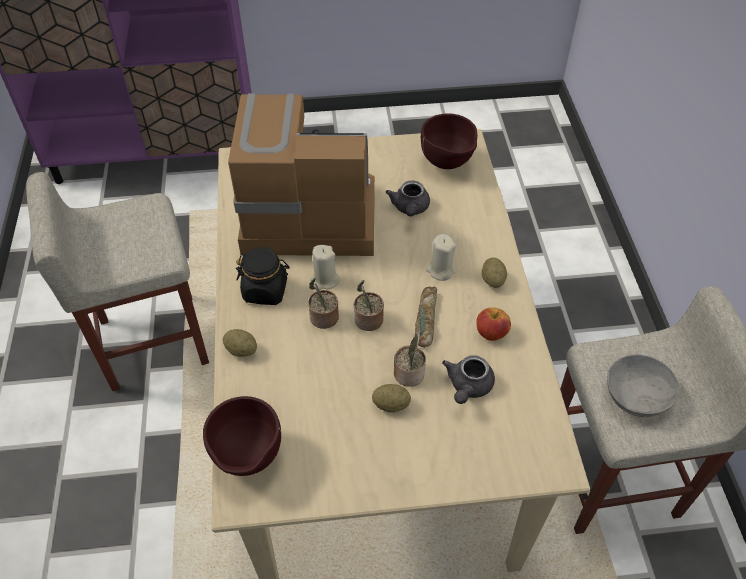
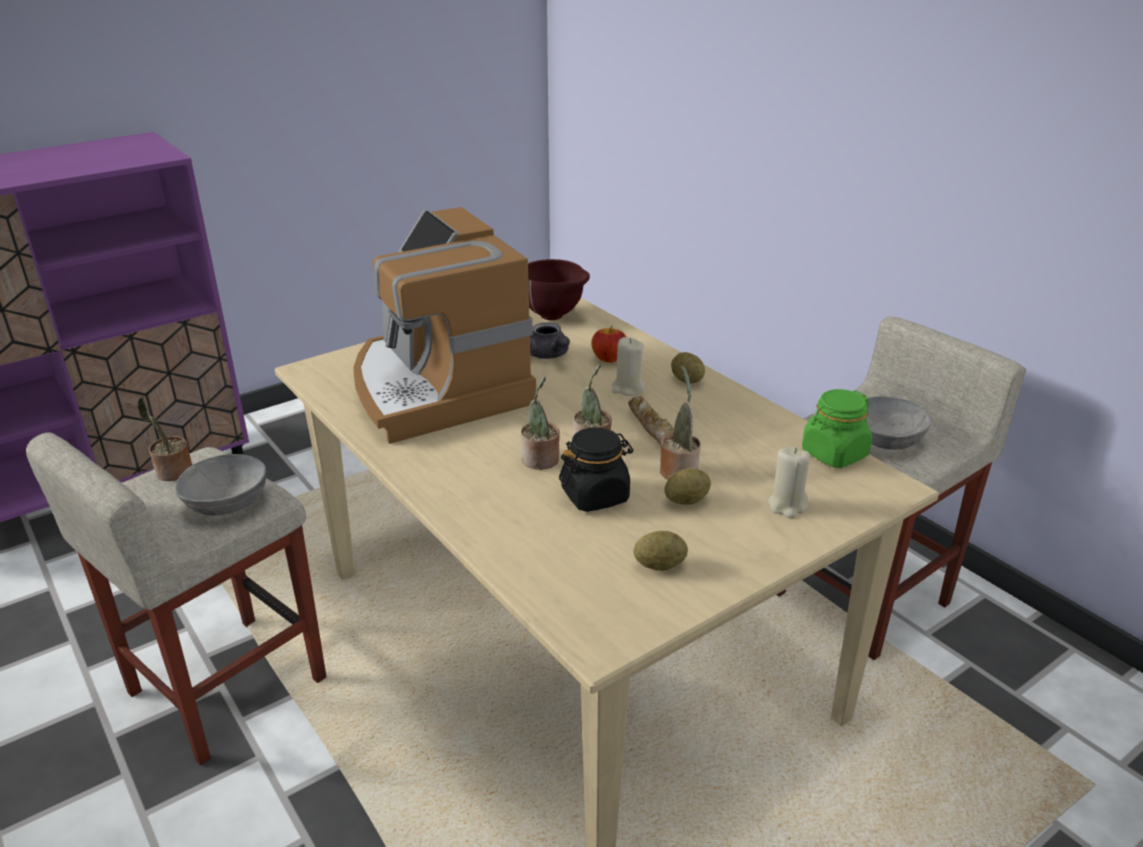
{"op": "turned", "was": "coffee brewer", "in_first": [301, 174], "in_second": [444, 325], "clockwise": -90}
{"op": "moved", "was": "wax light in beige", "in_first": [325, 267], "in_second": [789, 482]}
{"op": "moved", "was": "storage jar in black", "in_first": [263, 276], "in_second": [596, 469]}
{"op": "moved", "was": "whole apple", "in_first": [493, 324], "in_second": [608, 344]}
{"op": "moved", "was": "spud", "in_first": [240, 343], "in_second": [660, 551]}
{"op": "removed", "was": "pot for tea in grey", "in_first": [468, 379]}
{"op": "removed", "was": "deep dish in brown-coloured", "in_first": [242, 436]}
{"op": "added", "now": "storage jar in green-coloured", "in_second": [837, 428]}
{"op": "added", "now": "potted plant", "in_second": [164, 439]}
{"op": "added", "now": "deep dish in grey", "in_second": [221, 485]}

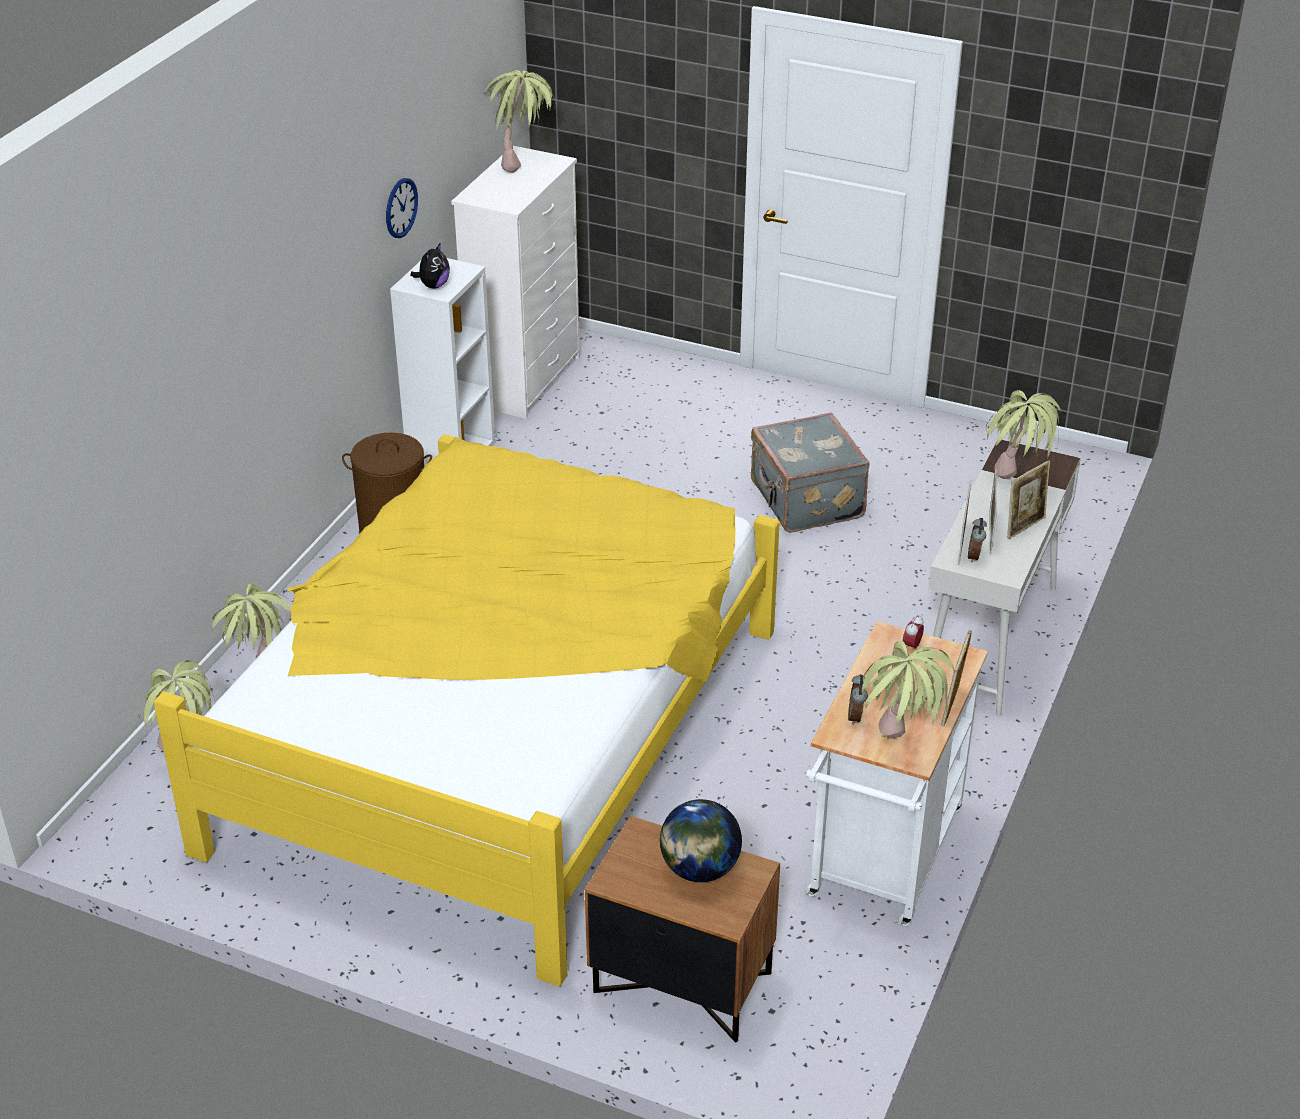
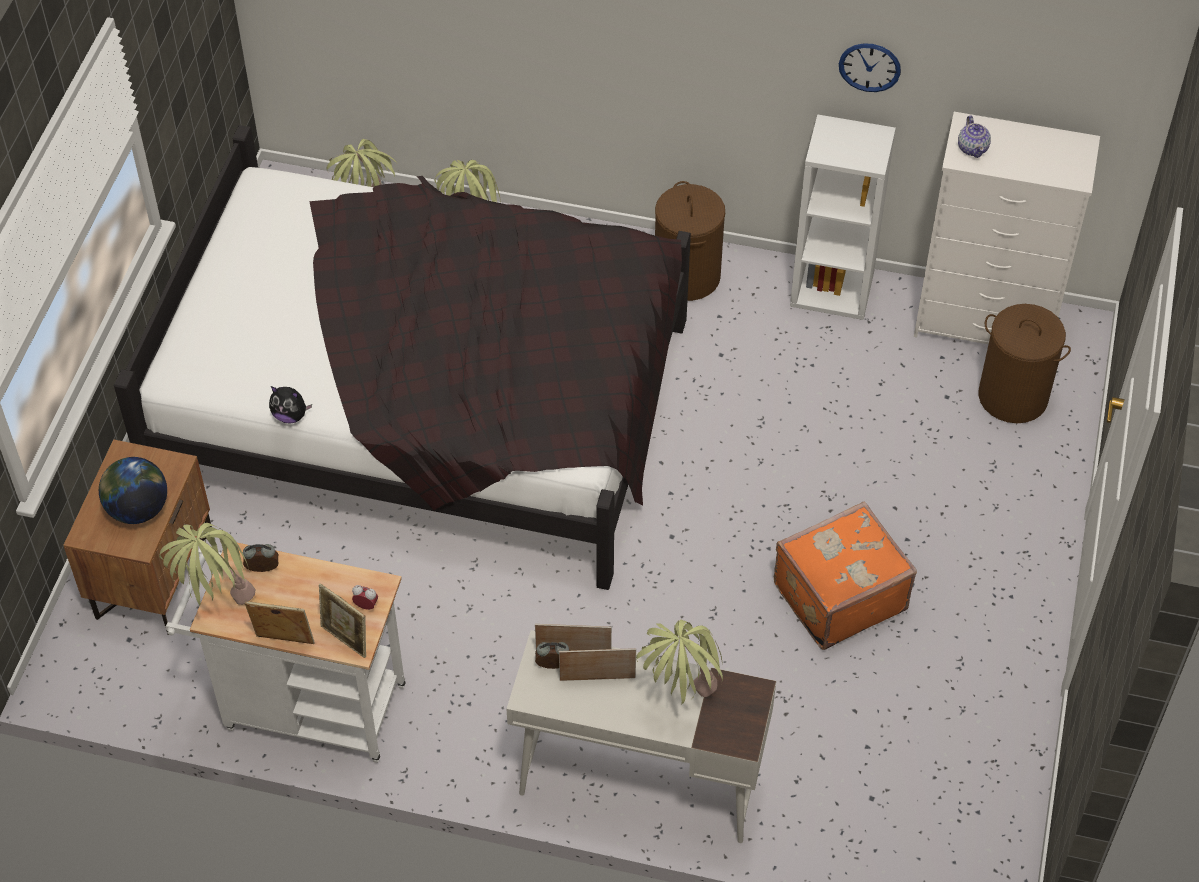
{"op": "removed", "was": "potted plant", "in_first": [519, 121]}
{"op": "moved", "was": "soft toy", "in_first": [430, 265], "in_second": [290, 405]}
{"op": "recoloured", "was": "suitcase in grey", "now": "suitcase in orangey", "in_first": [810, 473], "in_second": [845, 575]}
{"op": "recoloured", "was": "sleeping bed in yellowish", "now": "sleeping bed in black", "in_first": [466, 710], "in_second": [402, 357]}
{"op": "moved", "was": "picture frame", "in_first": [1028, 499], "in_second": [342, 620]}
{"op": "added", "now": "pot for tea", "in_second": [974, 136]}
{"op": "added", "now": "hamper in brown-coloured", "in_second": [1024, 363]}

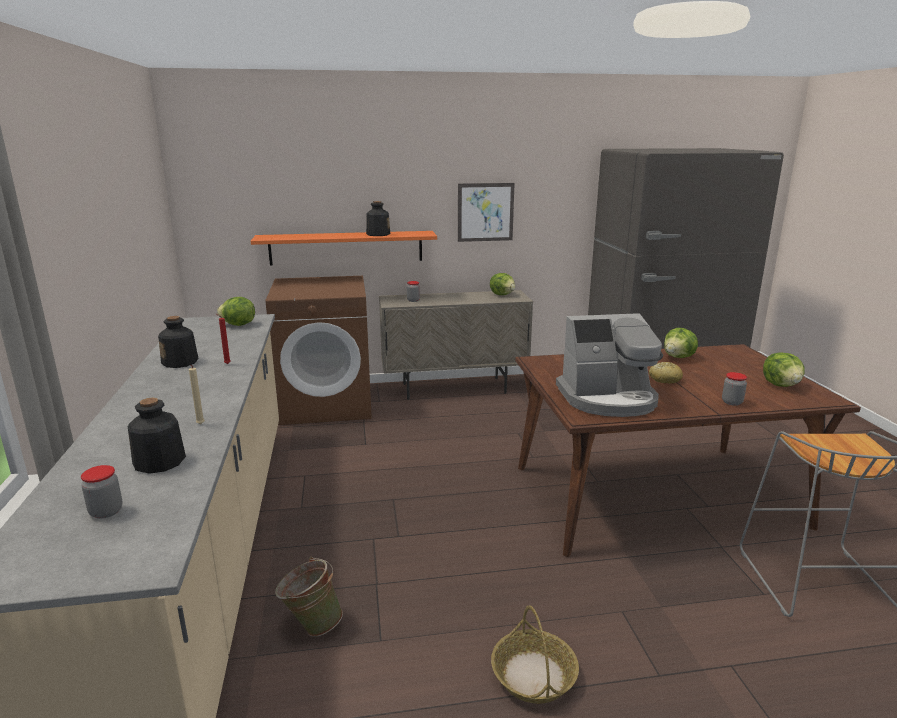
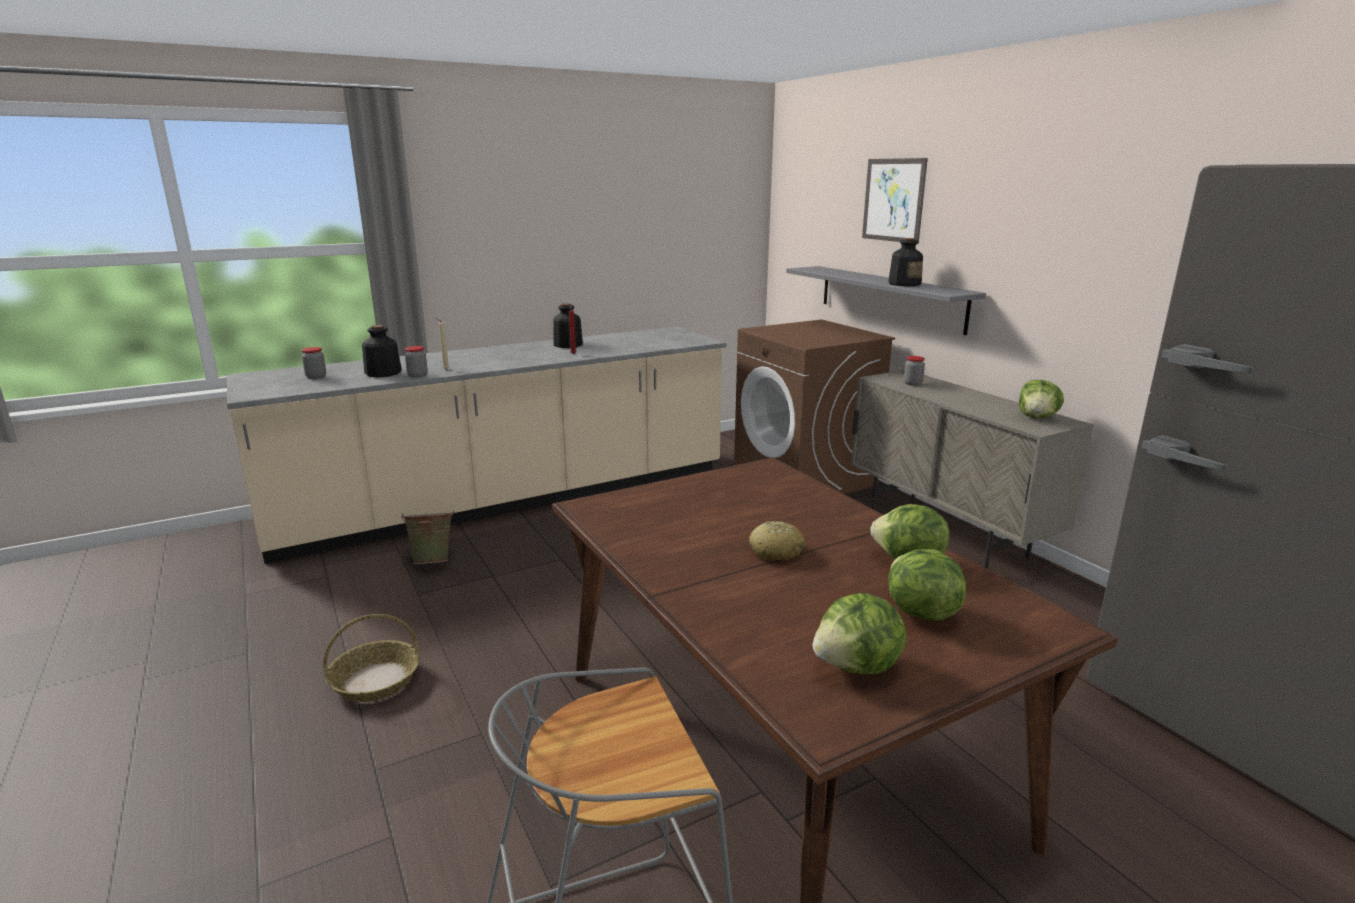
{"op": "moved", "was": "wall art", "in_first": [486, 212], "in_second": [895, 201]}
{"op": "recoloured", "was": "shelf in orangey", "now": "shelf in grey", "in_first": [344, 248], "in_second": [886, 300]}
{"op": "moved", "was": "lettuce", "in_first": [236, 311], "in_second": [927, 585]}
{"op": "removed", "was": "coffee brewer", "in_first": [609, 365]}
{"op": "moved", "was": "storage jar", "in_first": [734, 389], "in_second": [416, 362]}

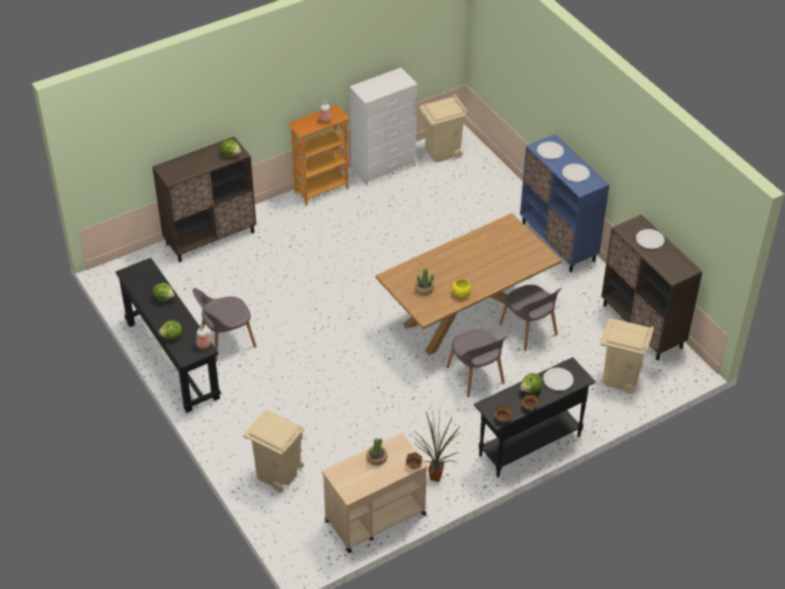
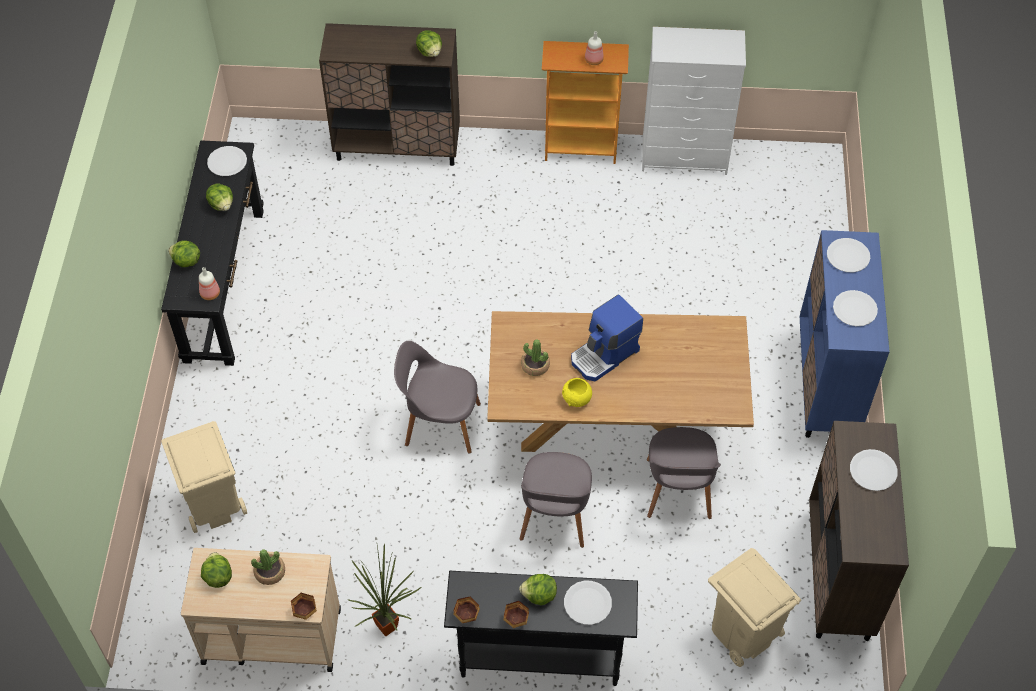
{"op": "removed", "was": "waste bin in beige", "in_first": [443, 128]}
{"op": "moved", "was": "upright chair in grey", "in_first": [224, 325], "in_second": [437, 397]}
{"op": "added", "now": "plate in white", "in_second": [227, 161]}
{"op": "added", "now": "coffee brewer", "in_second": [607, 337]}
{"op": "added", "now": "lettuce", "in_second": [216, 570]}

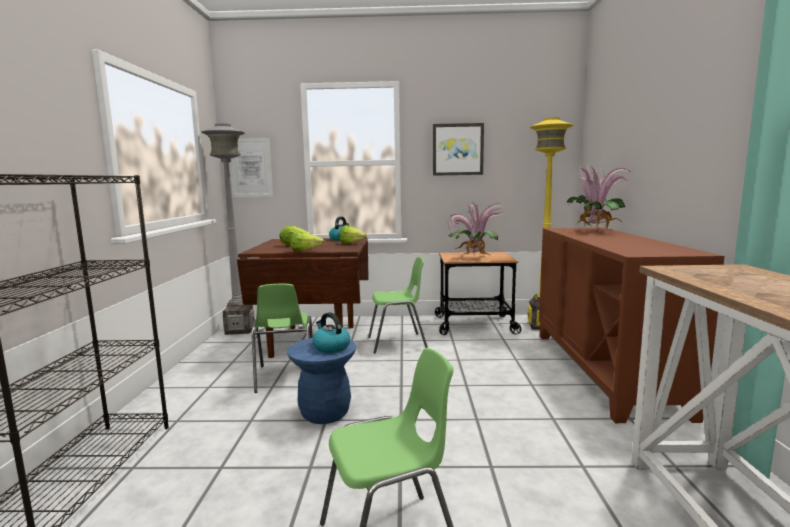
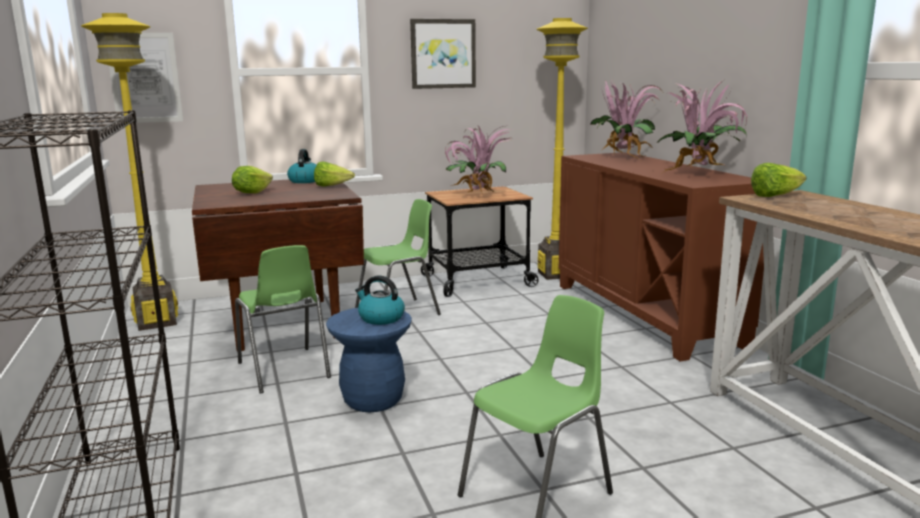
{"op": "recoloured", "was": "standing lamp in grey", "now": "standing lamp in yellowish", "in_first": [228, 229], "in_second": [129, 172]}
{"op": "moved", "was": "lettuce", "in_first": [307, 241], "in_second": [778, 180]}
{"op": "added", "now": "potted plant", "in_second": [702, 126]}

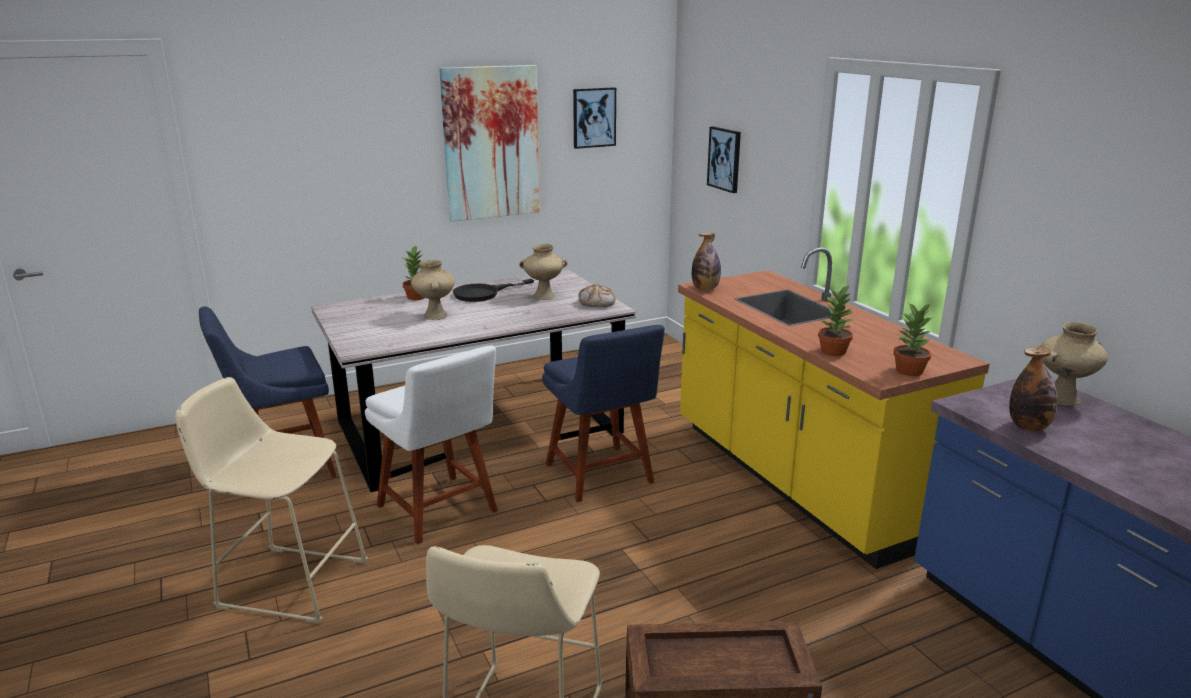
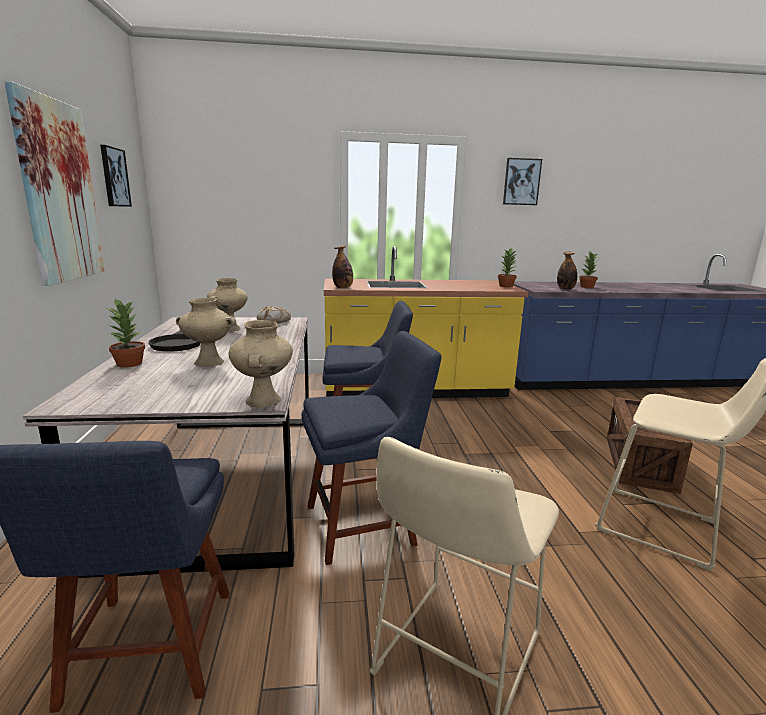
{"op": "moved", "was": "wall art", "in_first": [724, 159], "in_second": [522, 181]}
{"op": "moved", "was": "potted plant", "in_first": [835, 320], "in_second": [588, 269]}
{"op": "moved", "was": "flower vase in beige", "in_first": [1074, 364], "in_second": [261, 363]}
{"op": "recoloured", "was": "upright chair in white", "now": "upright chair in blue-coloured", "in_first": [431, 445], "in_second": [372, 448]}

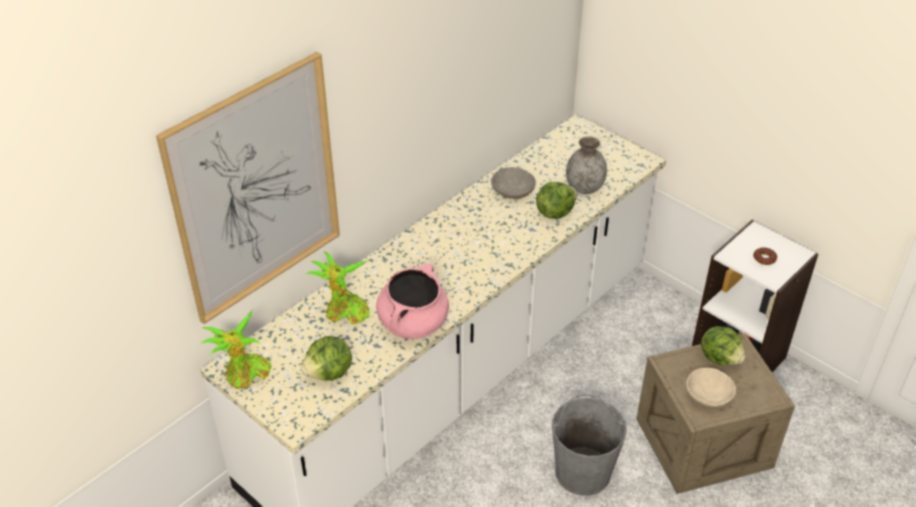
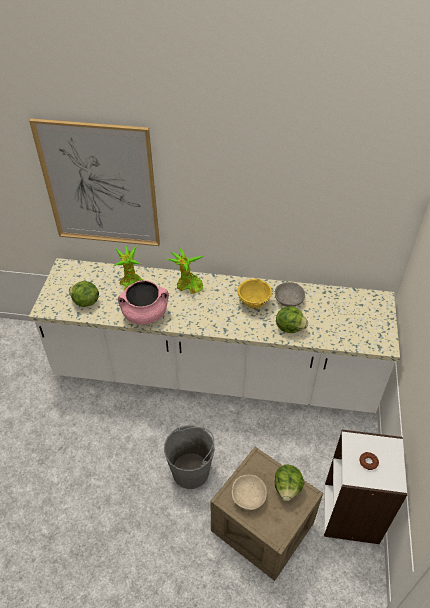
{"op": "removed", "was": "flower vase in grey", "in_first": [586, 165]}
{"op": "moved", "was": "potted plant", "in_first": [235, 349], "in_second": [185, 270]}
{"op": "added", "now": "deep dish in yellowish", "in_second": [254, 294]}

